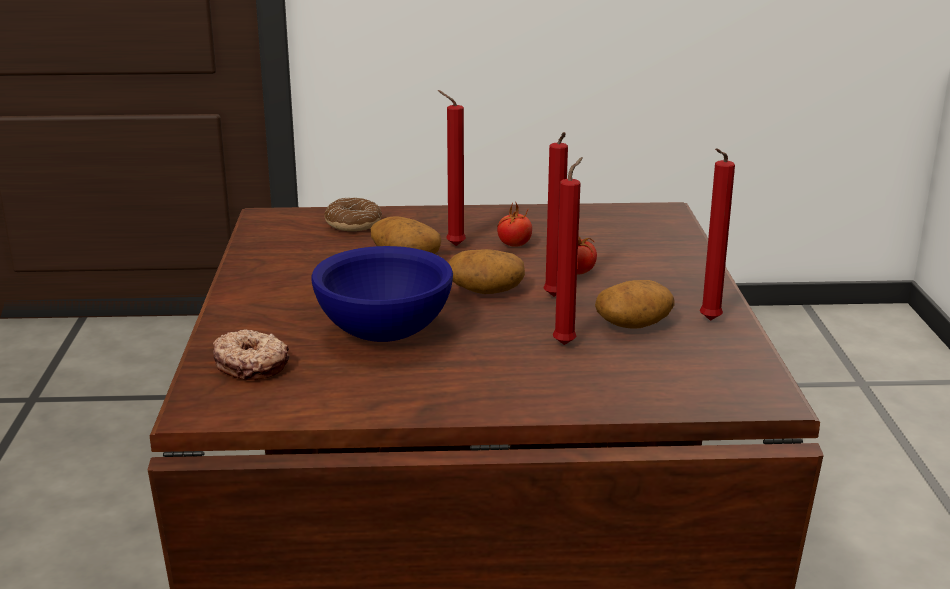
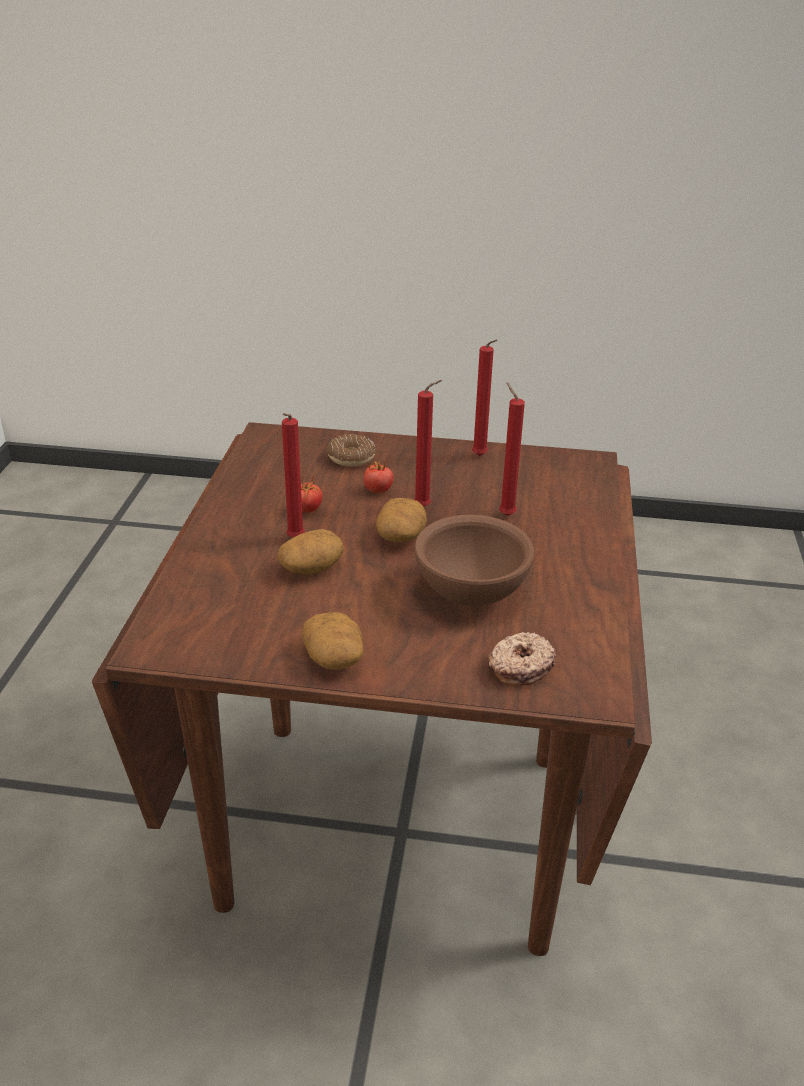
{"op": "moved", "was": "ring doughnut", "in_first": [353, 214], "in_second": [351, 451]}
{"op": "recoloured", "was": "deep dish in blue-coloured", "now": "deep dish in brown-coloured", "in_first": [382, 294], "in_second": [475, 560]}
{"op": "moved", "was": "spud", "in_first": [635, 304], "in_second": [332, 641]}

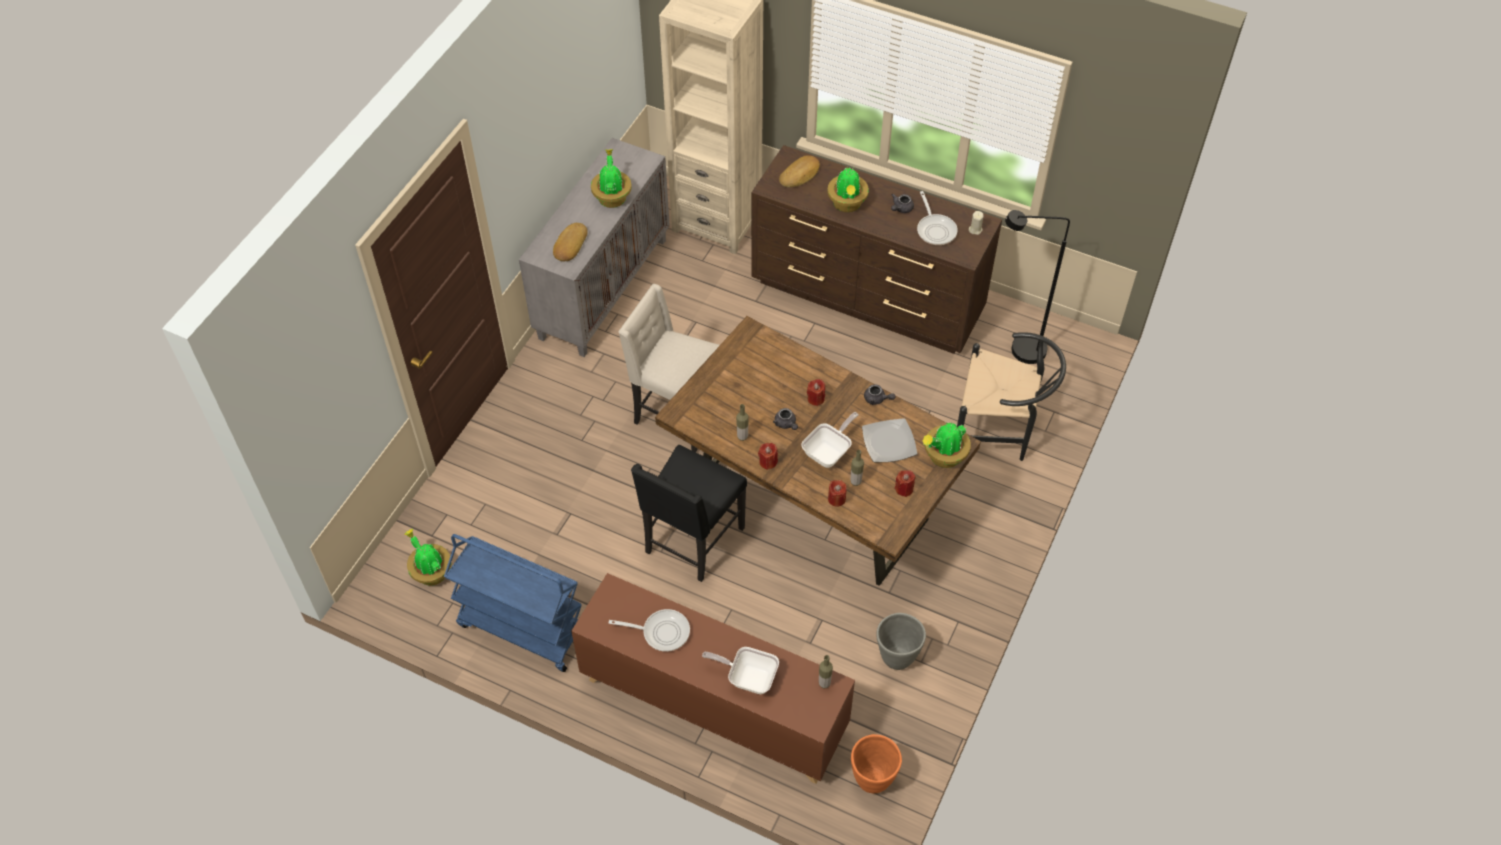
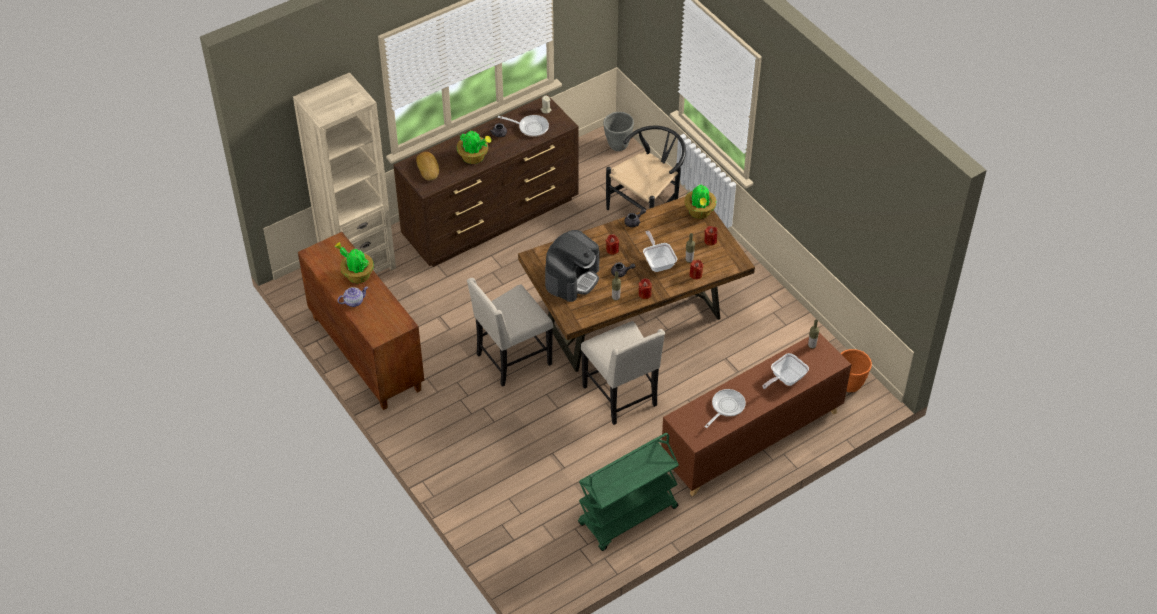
{"op": "recoloured", "was": "cabinet in grey", "now": "cabinet in brown-coloured", "in_first": [594, 247], "in_second": [361, 321]}
{"op": "removed", "was": "standing lamp in black", "in_first": [1037, 287]}
{"op": "removed", "was": "bread", "in_first": [570, 242]}
{"op": "removed", "was": "plate", "in_first": [889, 440]}
{"op": "recoloured", "was": "upright chair in black", "now": "upright chair in beige", "in_first": [689, 513], "in_second": [623, 373]}
{"op": "removed", "was": "potted plant", "in_first": [428, 557]}
{"op": "recoloured", "was": "cart in blue-coloured", "now": "cart in green-coloured", "in_first": [513, 603], "in_second": [628, 492]}
{"op": "moved", "was": "plant pot in grey", "in_first": [901, 641], "in_second": [618, 131]}
{"op": "added", "now": "coffee brewer", "in_second": [572, 266]}
{"op": "added", "now": "pot for tea", "in_second": [353, 297]}

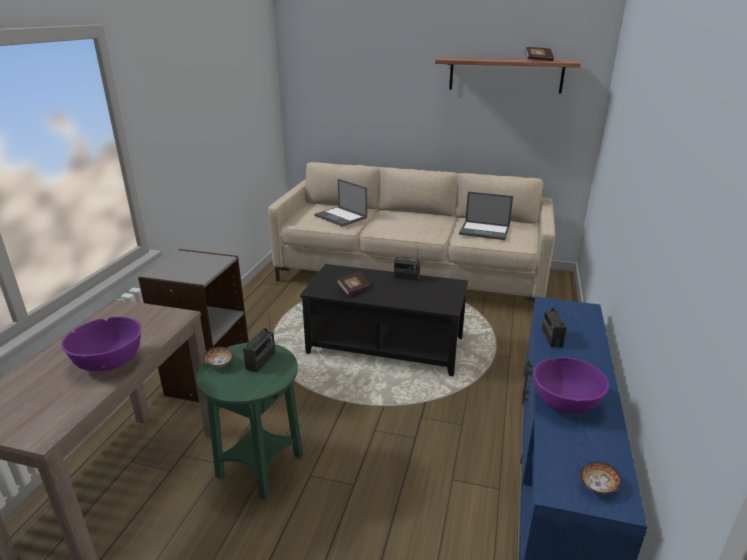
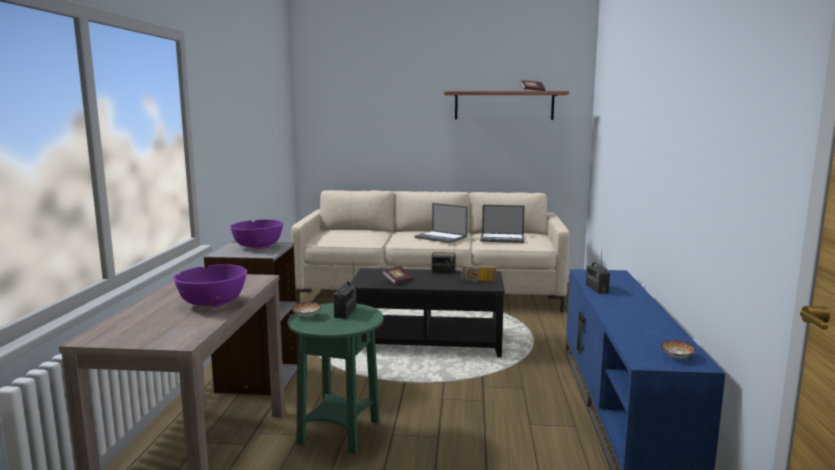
{"op": "moved", "was": "portable computer", "in_first": [340, 203], "in_second": [441, 223]}
{"op": "moved", "was": "deep dish in purple-coloured", "in_first": [571, 385], "in_second": [257, 234]}
{"op": "added", "now": "radio", "in_second": [479, 274]}

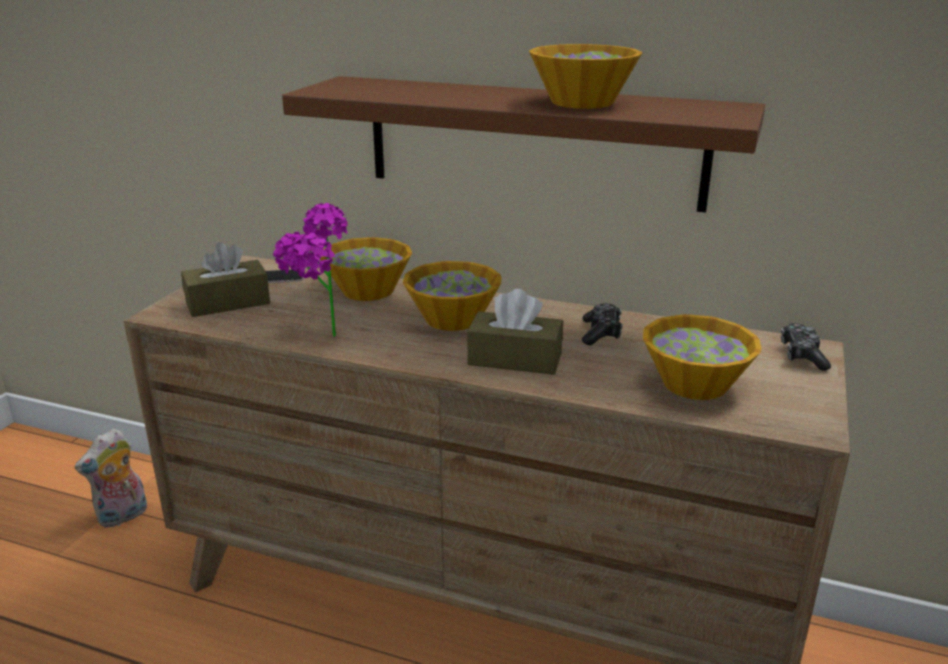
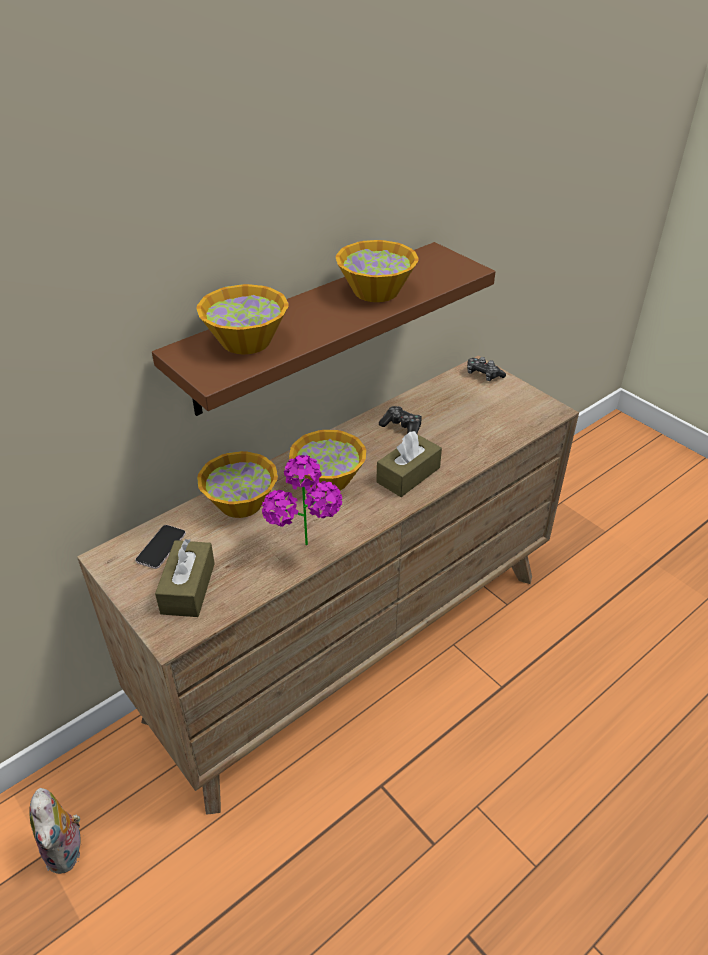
{"op": "moved", "was": "deep dish", "in_first": [702, 357], "in_second": [242, 319]}

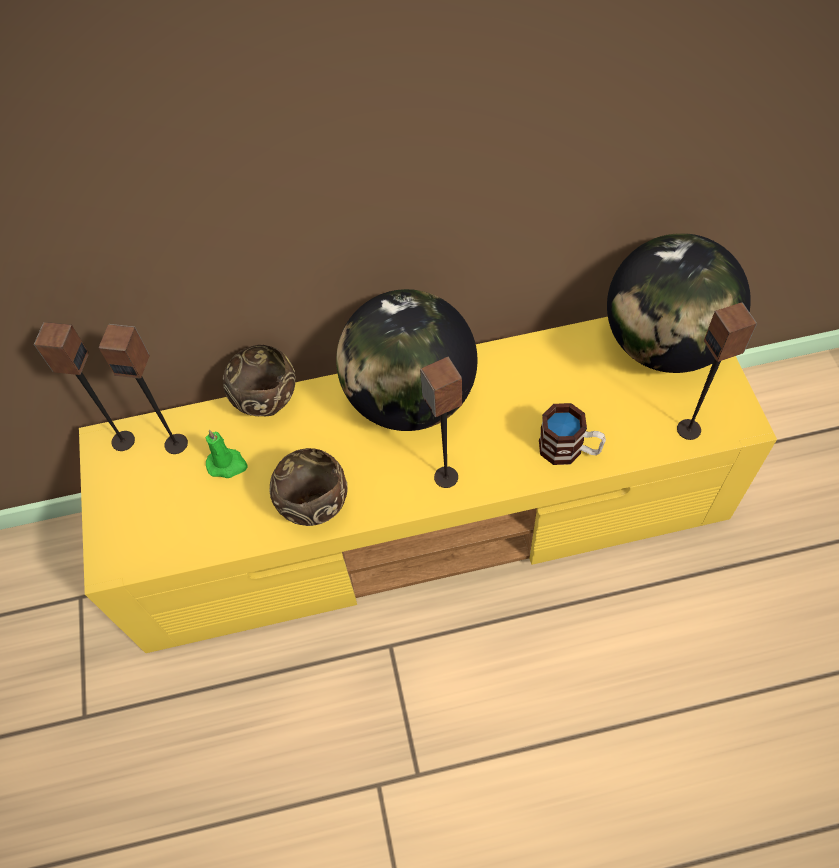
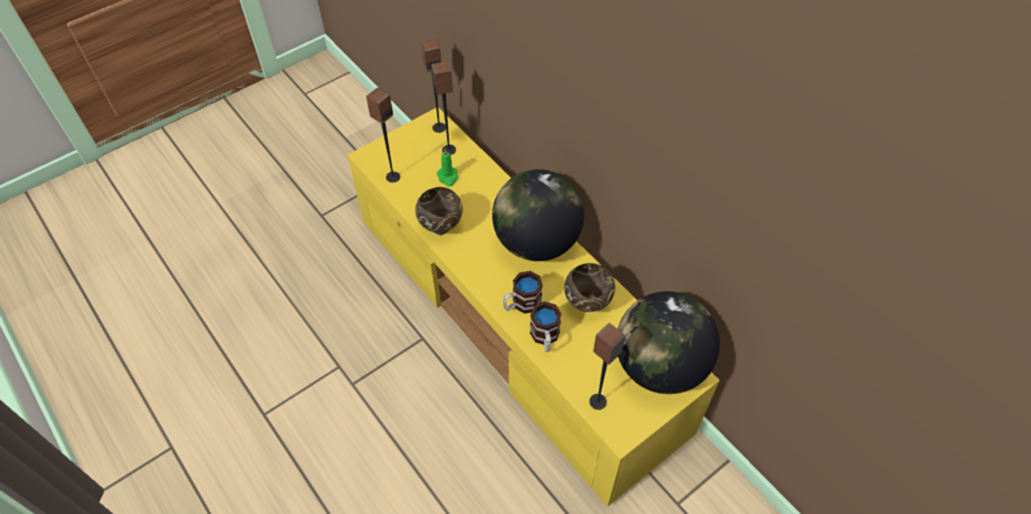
{"op": "moved", "was": "deep dish in brown-coloured", "in_first": [259, 381], "in_second": [589, 287]}
{"op": "moved", "was": "loudspeaker", "in_first": [441, 422], "in_second": [383, 135]}
{"op": "added", "now": "tea mug", "in_second": [523, 292]}

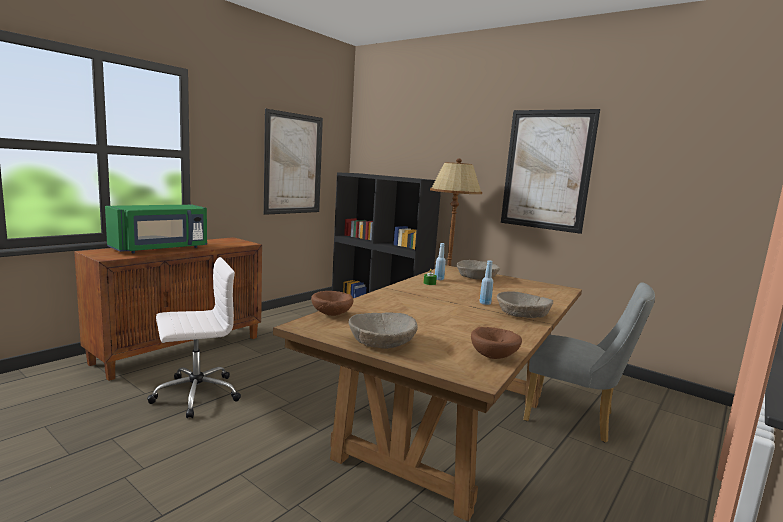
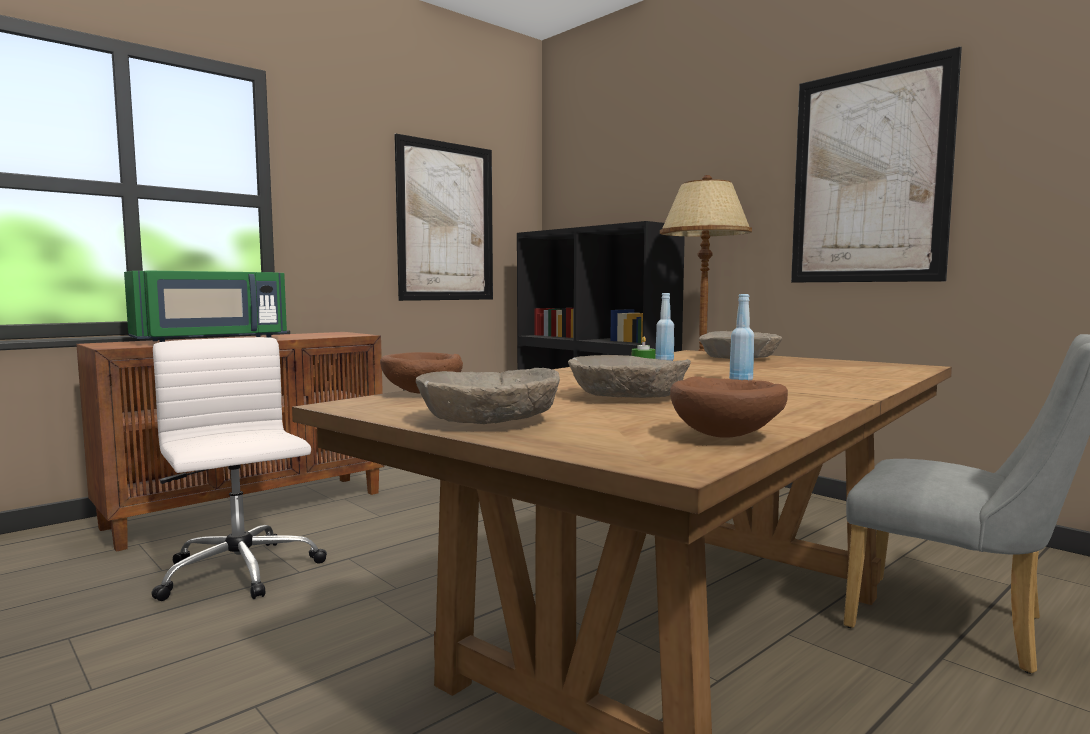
{"op": "turned", "was": "computer chair in white", "in_first": [194, 337], "in_second": [239, 469], "clockwise": -105}
{"op": "moved", "was": "deep dish in beige", "in_first": [525, 304], "in_second": [629, 376]}

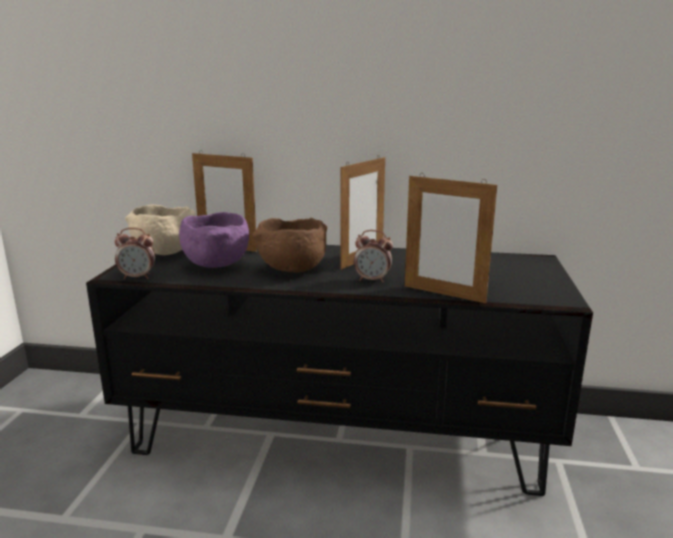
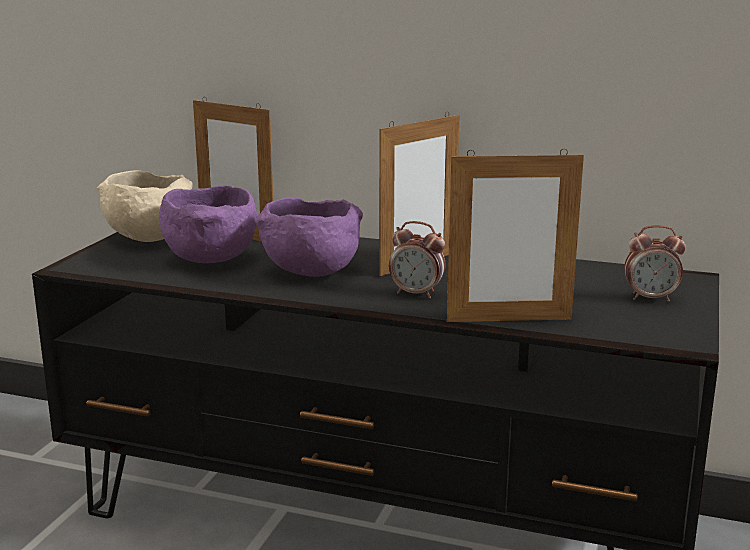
{"op": "turned", "was": "picture frame", "in_first": [451, 238], "in_second": [515, 235], "clockwise": -45}
{"op": "recoloured", "was": "deep dish in brown-coloured", "now": "deep dish in purple-coloured", "in_first": [289, 245], "in_second": [308, 237]}
{"op": "moved", "was": "bedside clock", "in_first": [135, 253], "in_second": [655, 263]}

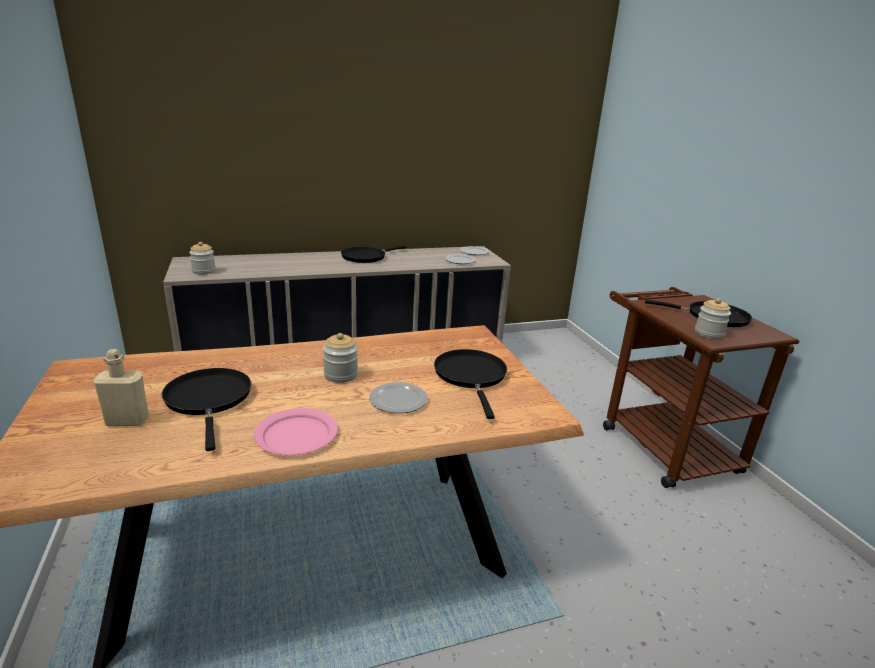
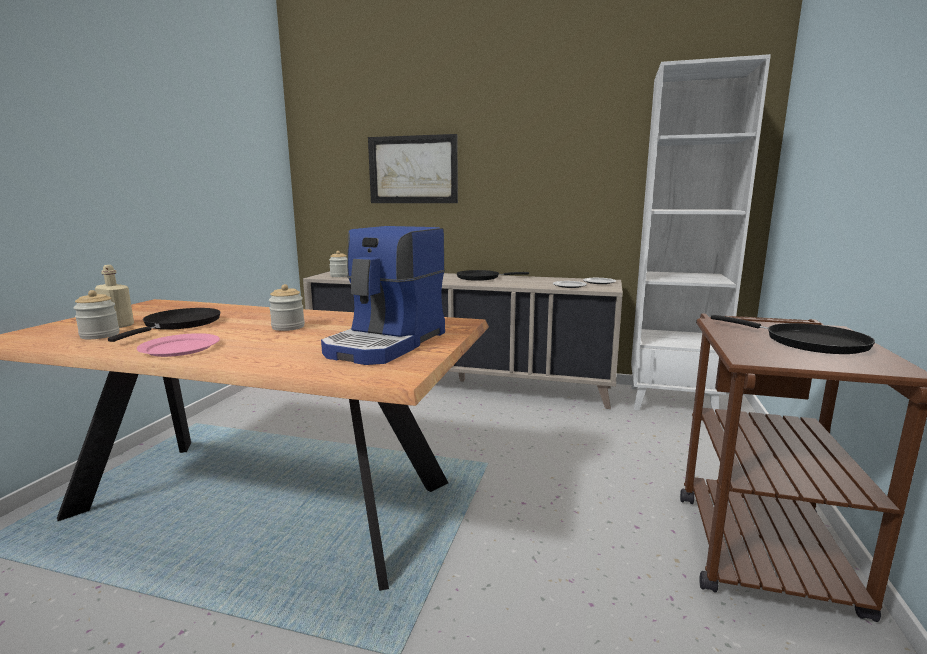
{"op": "moved", "was": "storage jar", "in_first": [713, 318], "in_second": [96, 314]}
{"op": "replaced", "was": "skillet in black", "now": "coffee brewer", "in_first": [470, 384], "in_second": [383, 295]}
{"op": "removed", "was": "plate", "in_first": [398, 397]}
{"op": "added", "now": "bookshelf in white", "in_second": [701, 234]}
{"op": "added", "now": "wall art", "in_second": [413, 168]}

